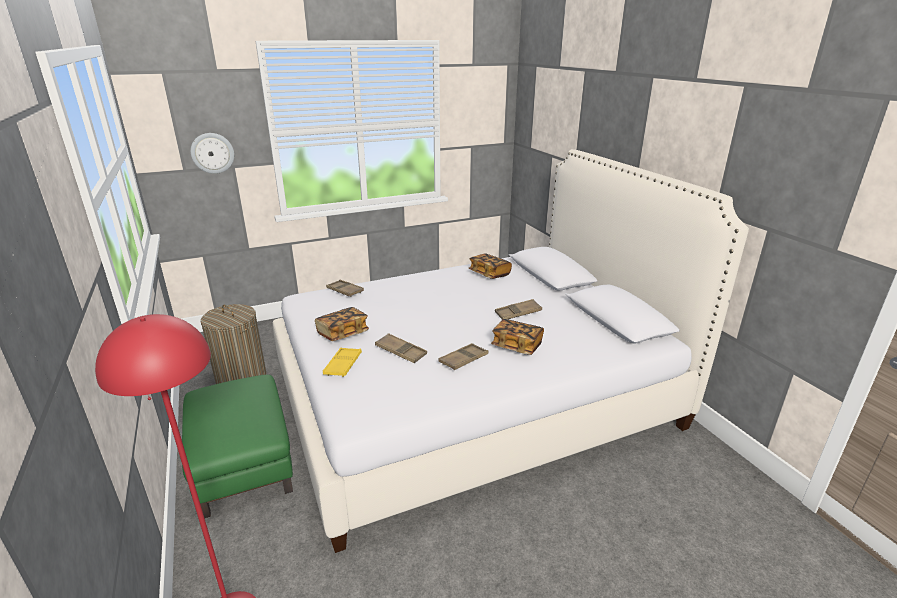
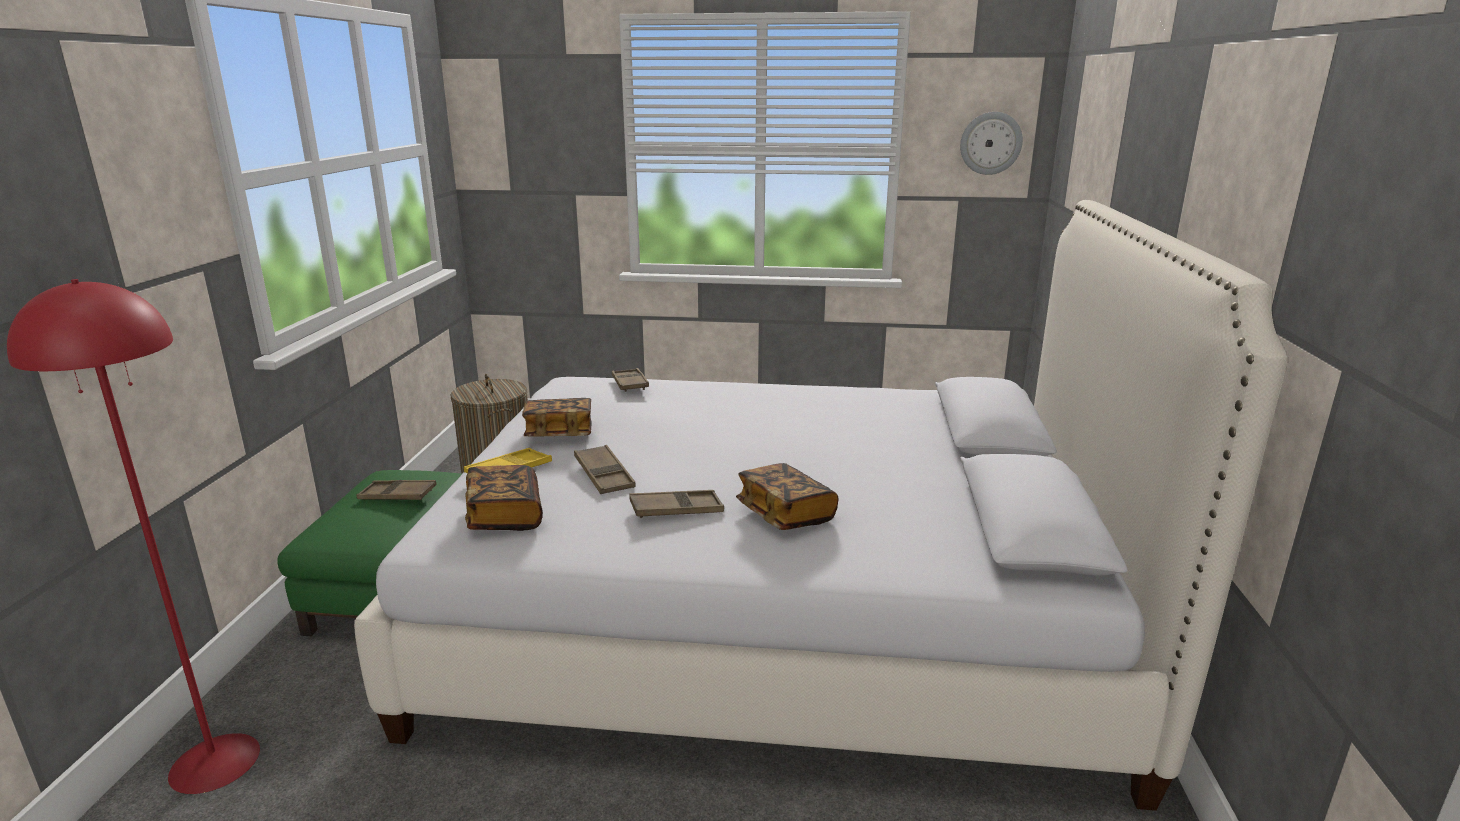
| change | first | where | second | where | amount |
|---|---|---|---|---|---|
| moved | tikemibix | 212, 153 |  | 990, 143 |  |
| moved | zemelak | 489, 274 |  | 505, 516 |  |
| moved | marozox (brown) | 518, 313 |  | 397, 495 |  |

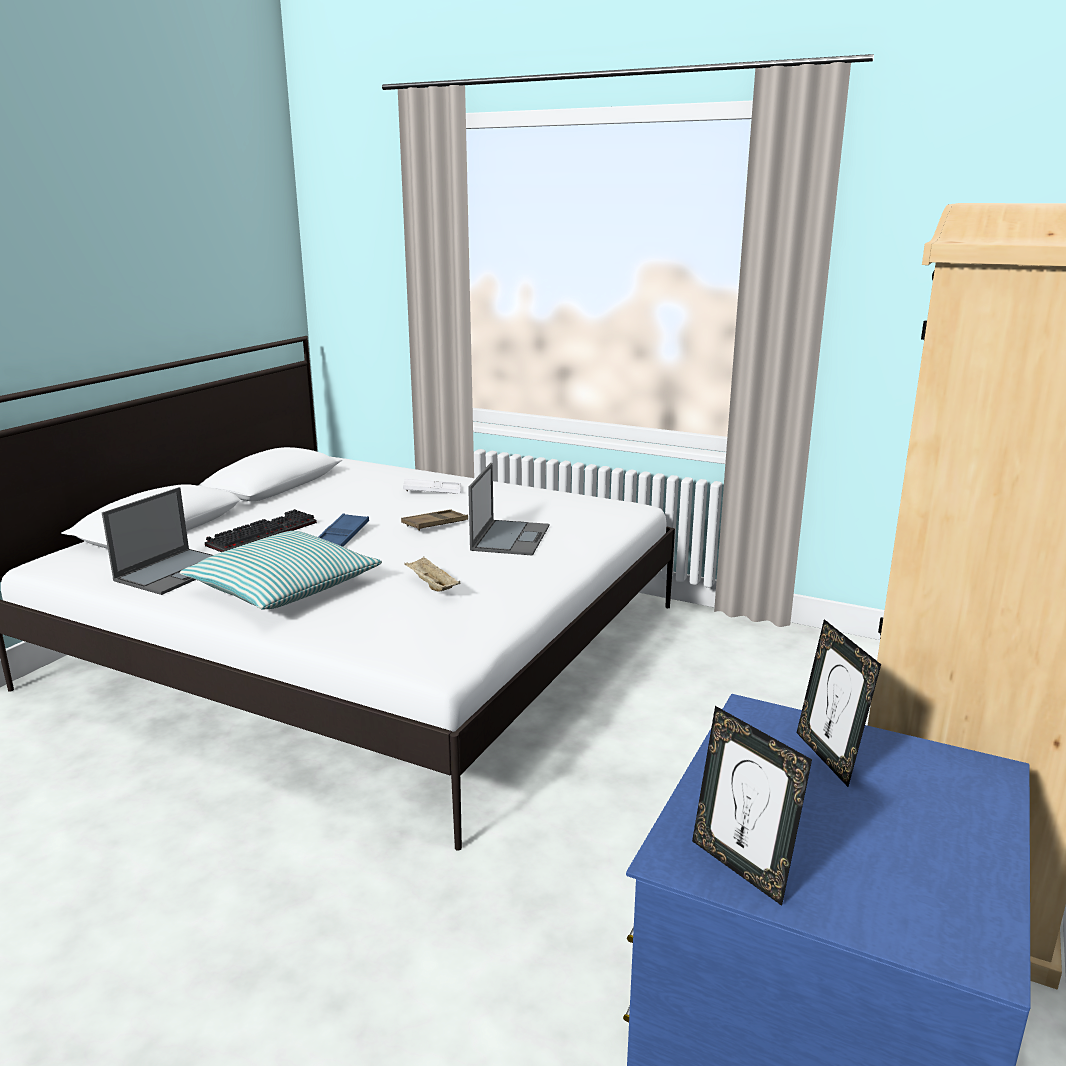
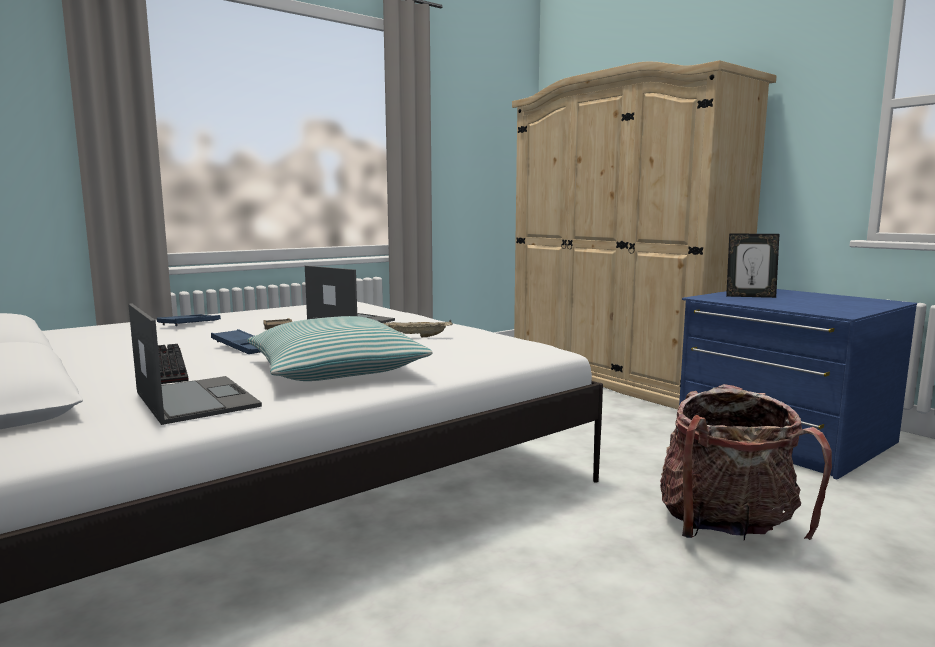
| change | first | where | second | where | amount |
|---|---|---|---|---|---|
| removed | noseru | 741, 867 |  |  |  |
| added |  |  | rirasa | 726, 527 |  |
| recoloured | marozox (white) | 432, 491 | marozox (blue) | 190, 324 |  |

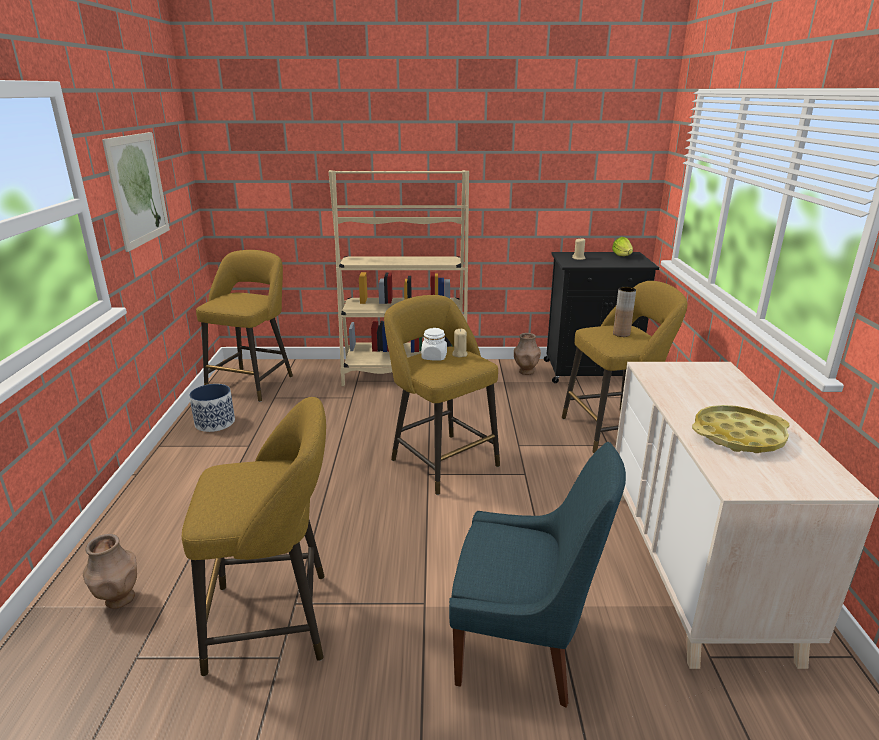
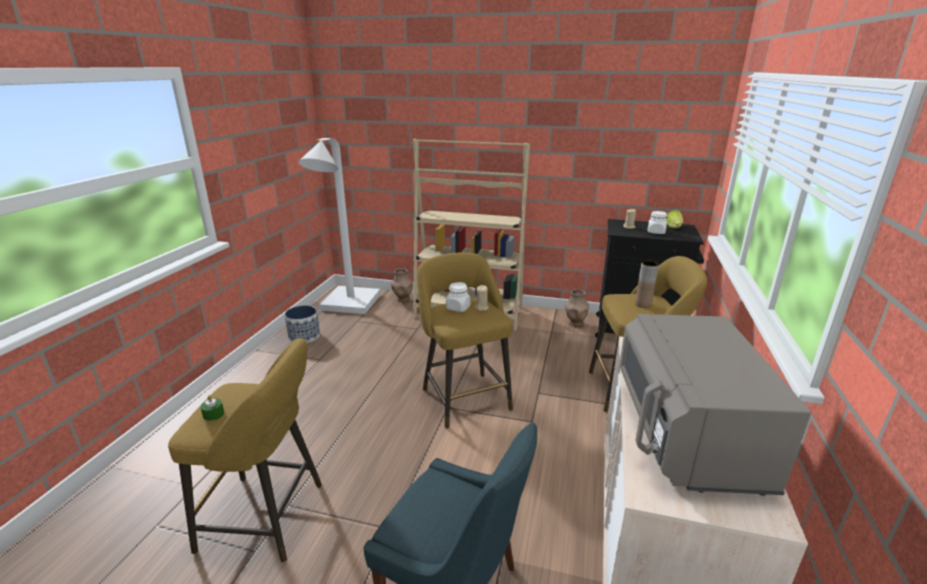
| change | first | where | second | where | amount |
|---|---|---|---|---|---|
| removed | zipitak | 138, 189 |  |  |  |
| added |  |  | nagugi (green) | 213, 414 |  |
| added |  |  | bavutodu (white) | 656, 232 |  |
| moved | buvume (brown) | 119, 599 |  | 403, 299 |  |
| replaced | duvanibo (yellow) | 253, 382 | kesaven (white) | 347, 306 |  |
| replaced | marozox (yellow) | 738, 436 | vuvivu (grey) | 685, 435 |  |

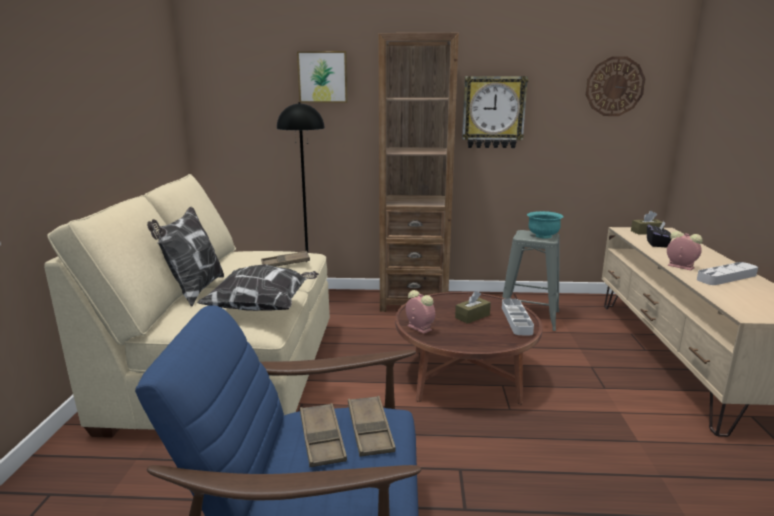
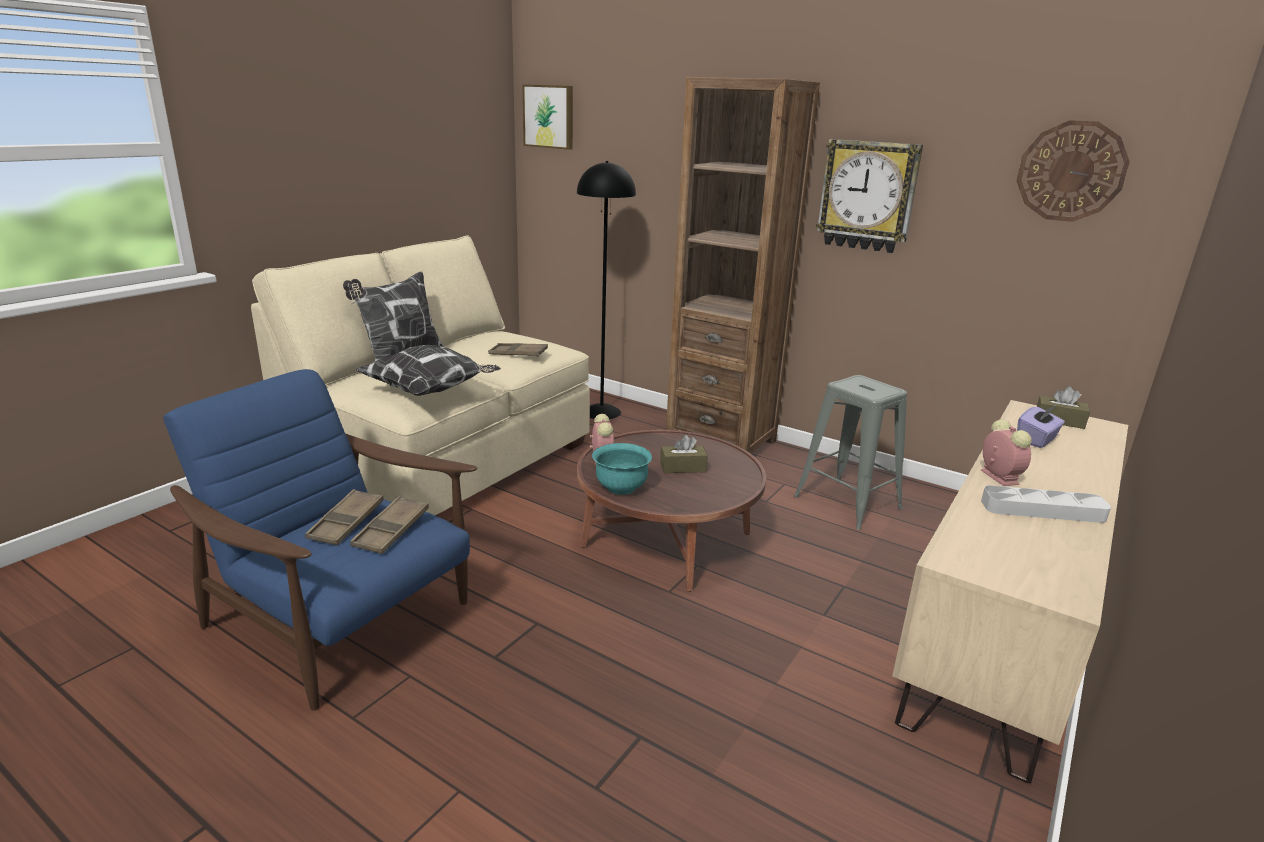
| change | first | where | second | where | amount |
|---|---|---|---|---|---|
| removed | marozox (grey) | 516, 320 |  |  |  |
| moved | zipitak | 323, 77 |  | 549, 116 |  |
| moved | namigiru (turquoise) | 543, 236 |  | 621, 488 |  |
| recoloured | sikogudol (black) | 657, 244 | sikogudol (purple) | 1036, 440 |  |

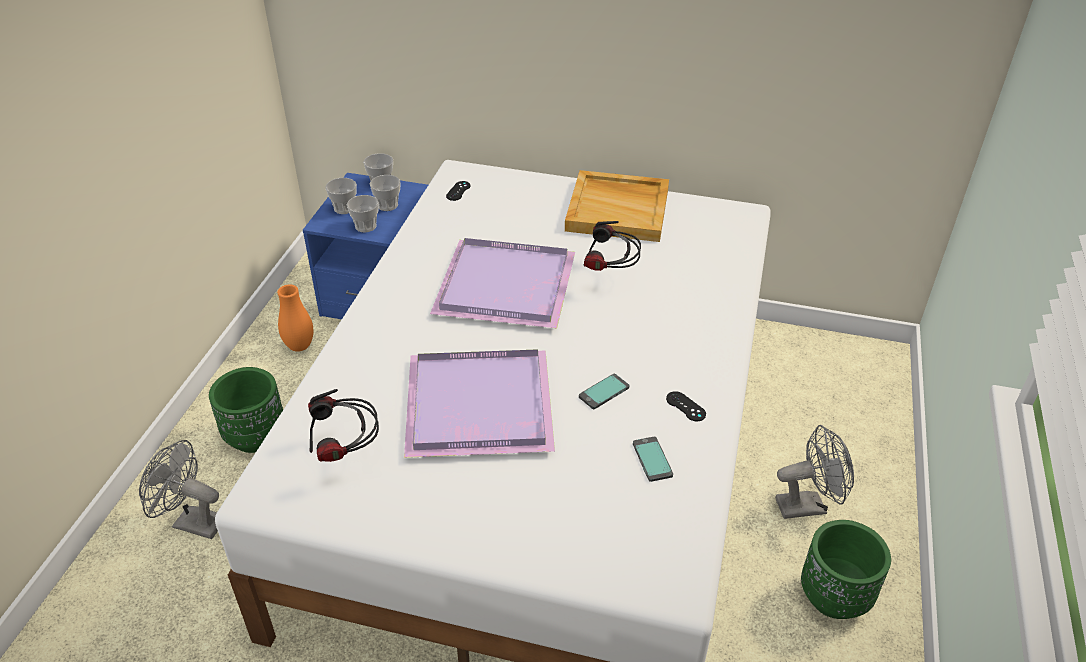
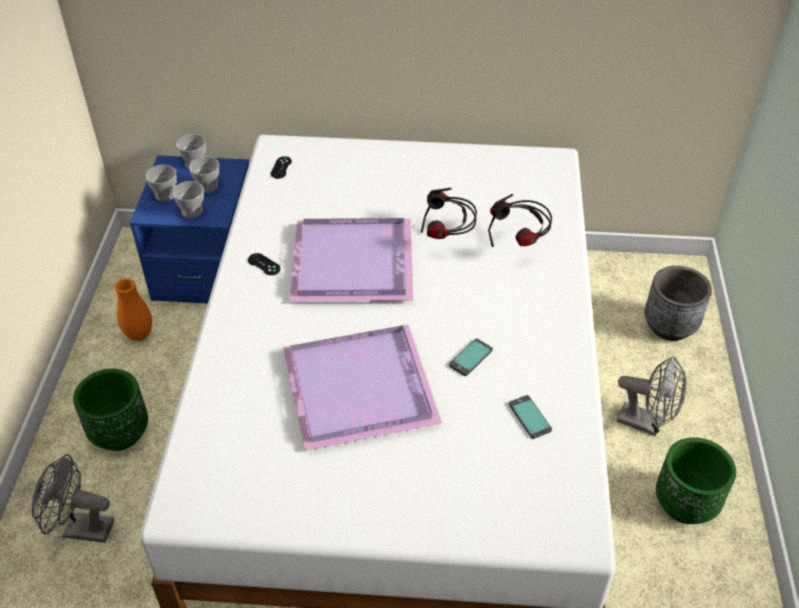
| change | first | where | second | where | amount |
|---|---|---|---|---|---|
| removed | marozox (beige) | 618, 209 |  |  |  |
| added |  |  | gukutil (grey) | 669, 326 |  |
| moved | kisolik | 347, 454 |  | 520, 244 |  |
| moved | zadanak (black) | 685, 406 |  | 264, 264 |  |
| turned | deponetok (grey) | 808, 505 |  | 646, 423 | 45 degrees clockwise |

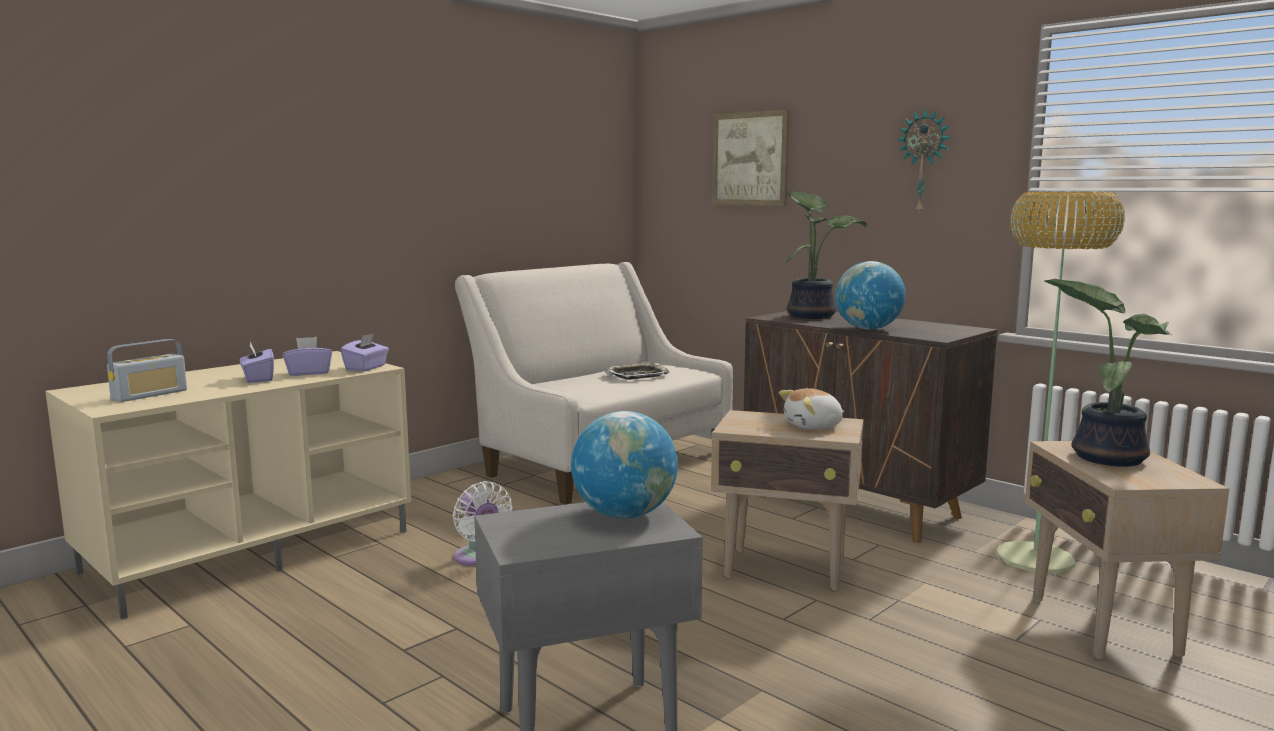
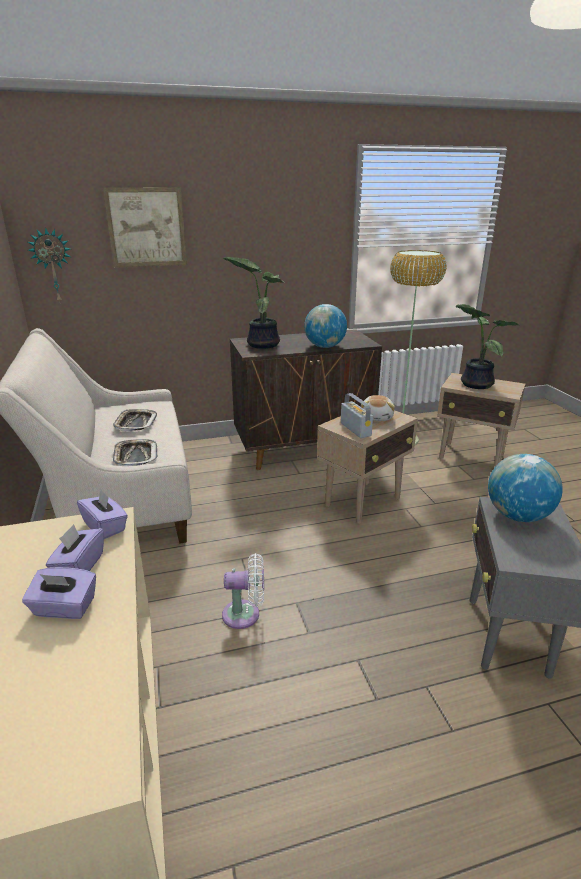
| change | first | where | second | where | amount |
|---|---|---|---|---|---|
| added |  |  | marozox | 135, 456 |  |
| moved | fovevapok | 150, 395 |  | 355, 429 |  |
| moved | tikemibix | 924, 162 |  | 53, 266 |  |

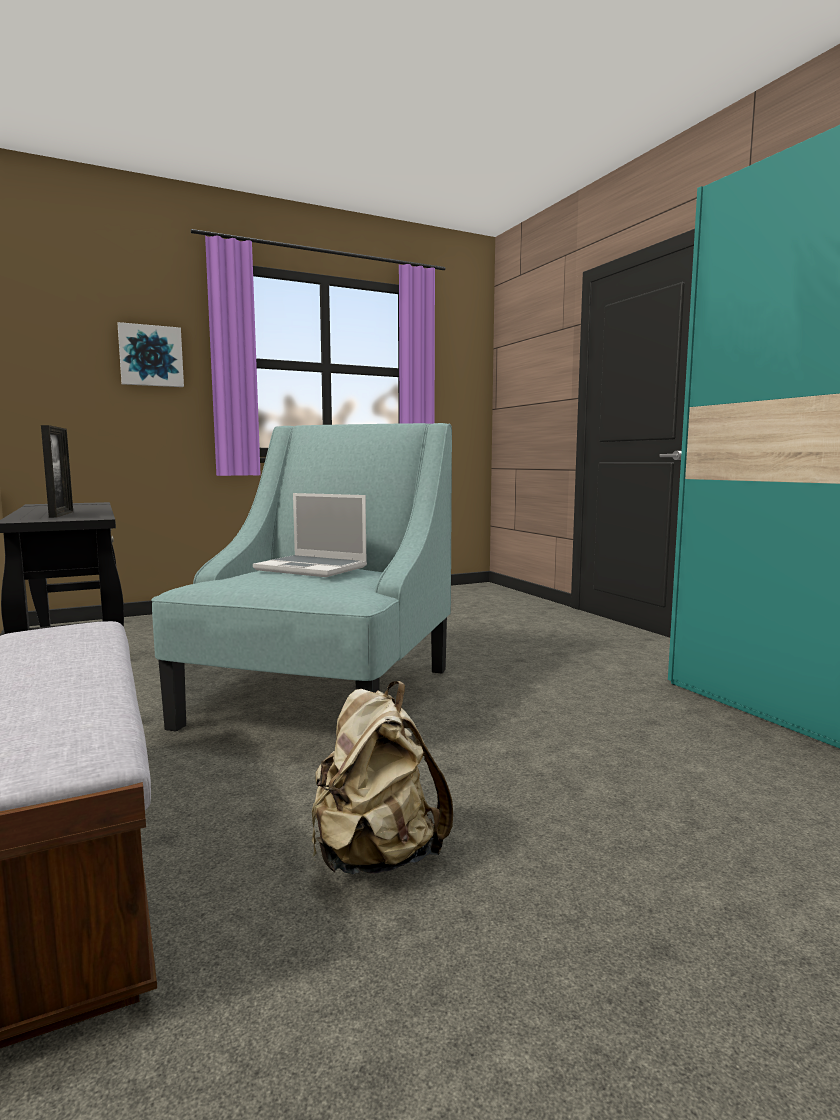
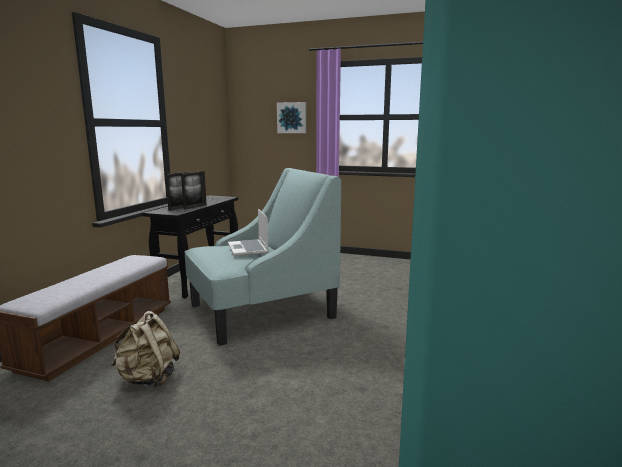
| change | first | where | second | where | amount |
|---|---|---|---|---|---|
| added |  |  | noseru | 195, 207 |  |

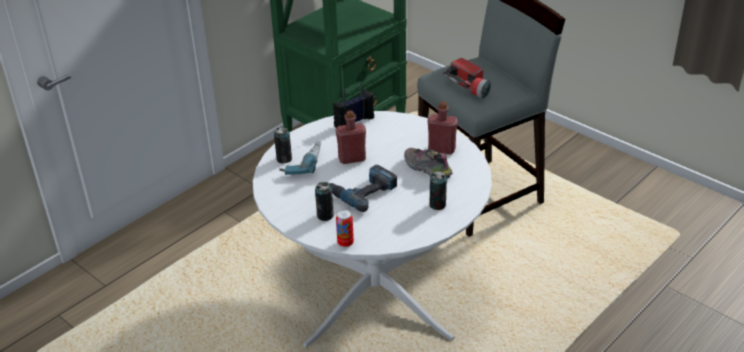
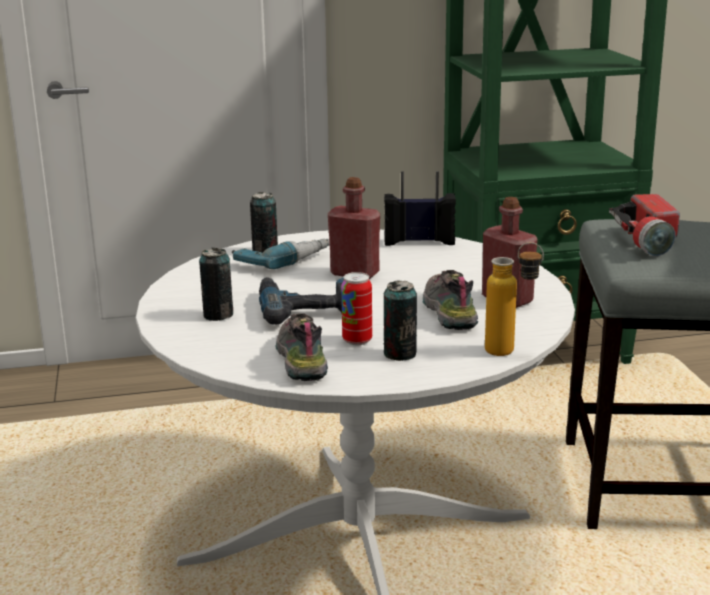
| change | first | where | second | where | amount |
|---|---|---|---|---|---|
| added |  |  | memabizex | 300, 359 |  |
| added |  |  | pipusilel | 511, 352 |  |
| moved | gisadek | 345, 243 |  | 357, 340 |  |

